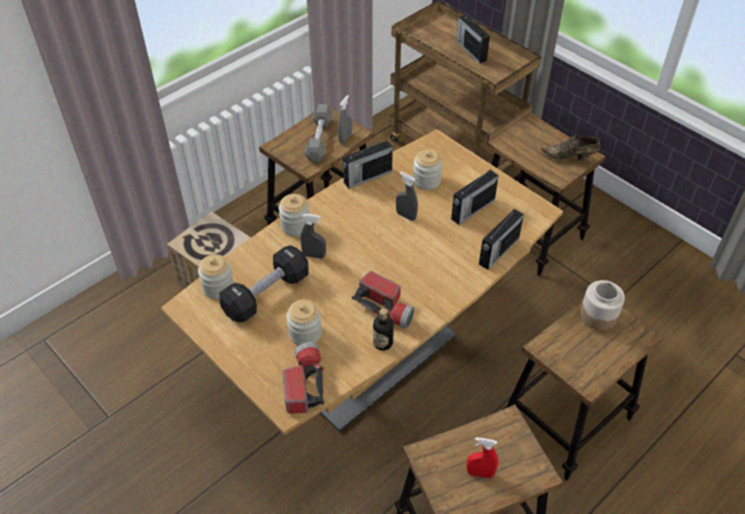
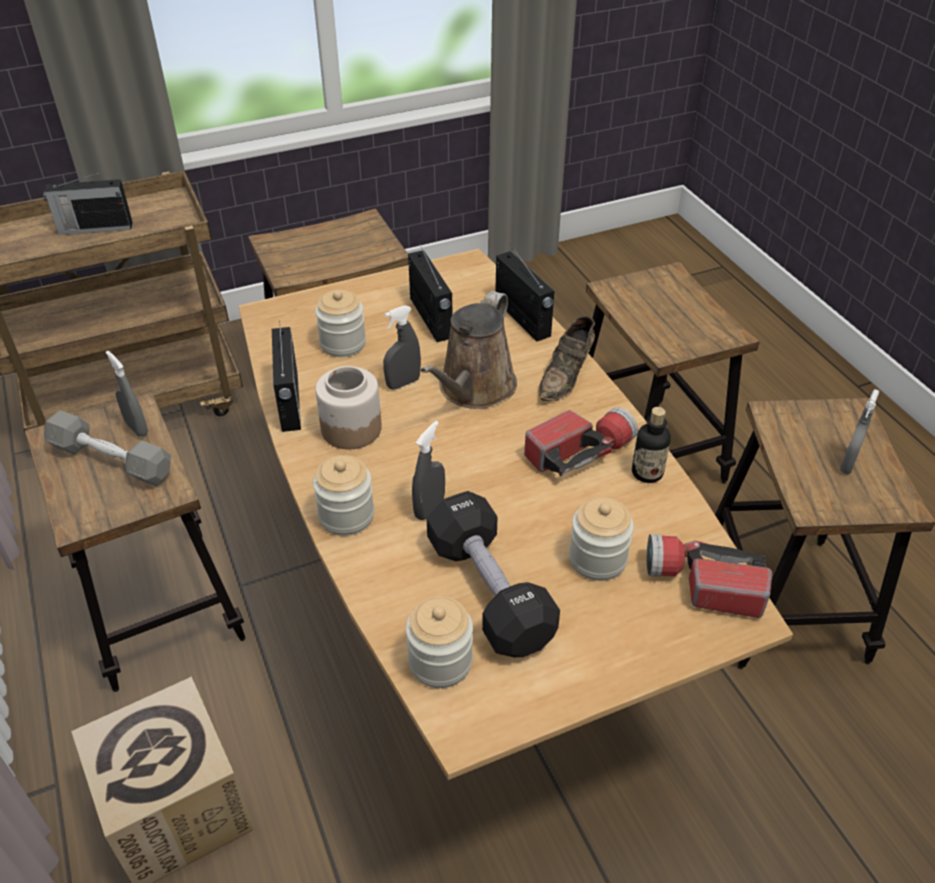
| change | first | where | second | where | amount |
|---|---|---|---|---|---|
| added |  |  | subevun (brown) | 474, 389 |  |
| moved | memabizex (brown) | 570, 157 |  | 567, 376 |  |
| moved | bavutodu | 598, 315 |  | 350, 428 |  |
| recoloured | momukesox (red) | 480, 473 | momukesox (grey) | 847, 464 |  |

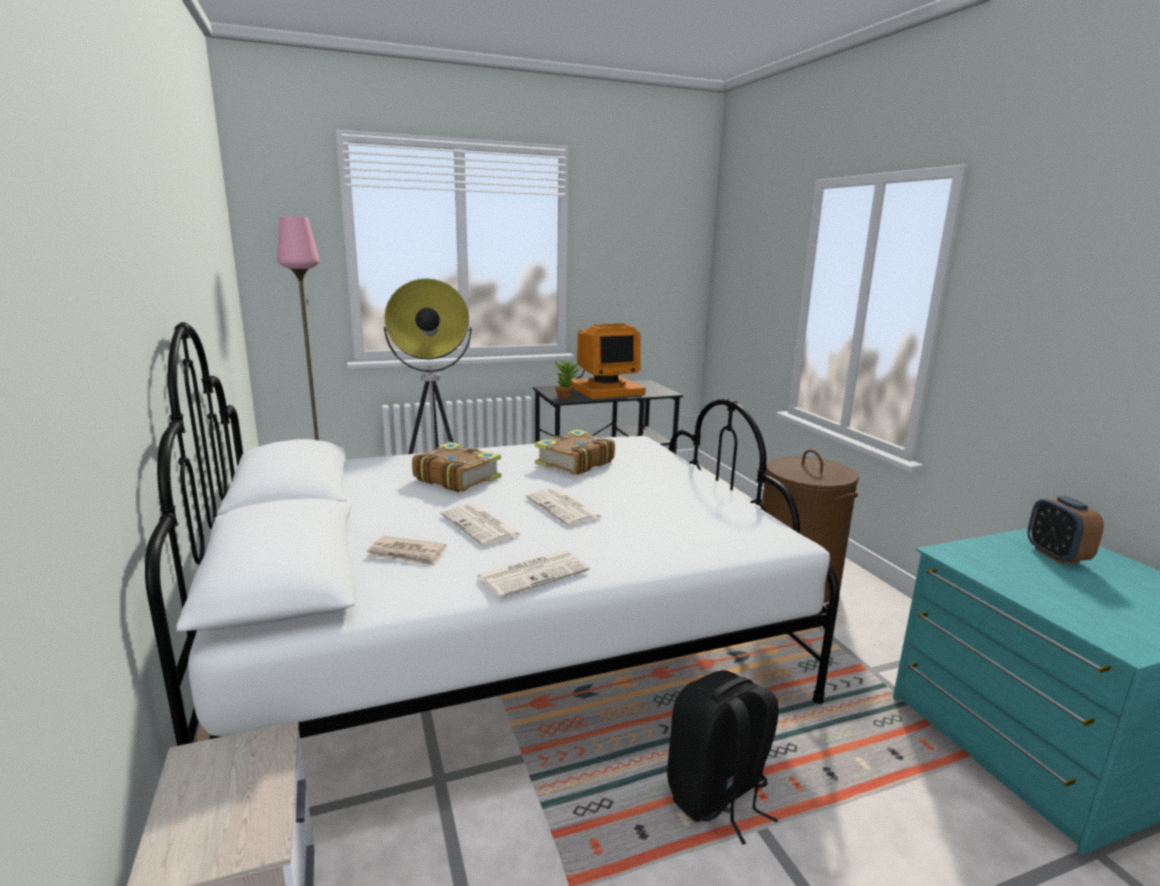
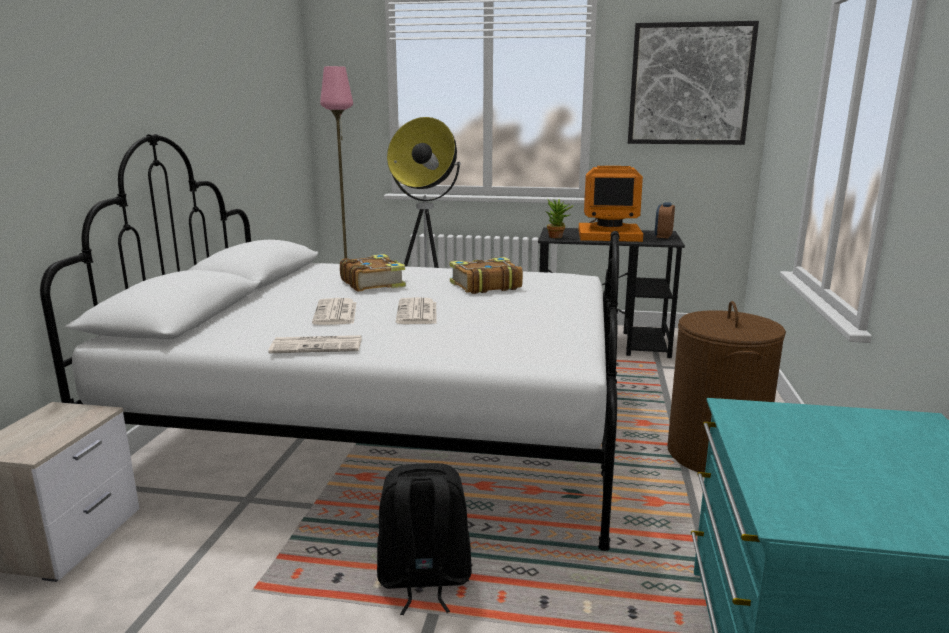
| change | first | where | second | where | amount |
|---|---|---|---|---|---|
| removed | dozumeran | 407, 554 |  |  |  |
| added |  |  | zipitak | 690, 84 |  |
| moved | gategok | 1056, 555 |  | 663, 236 |  |

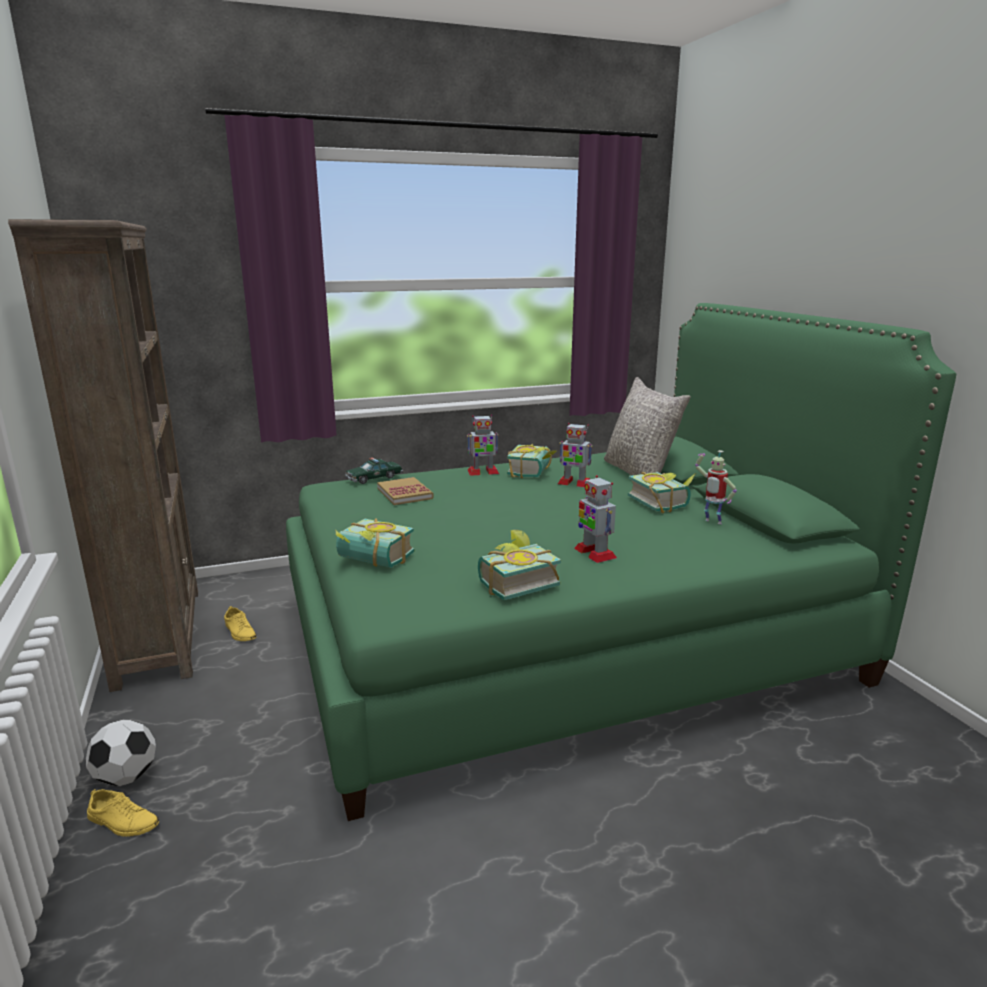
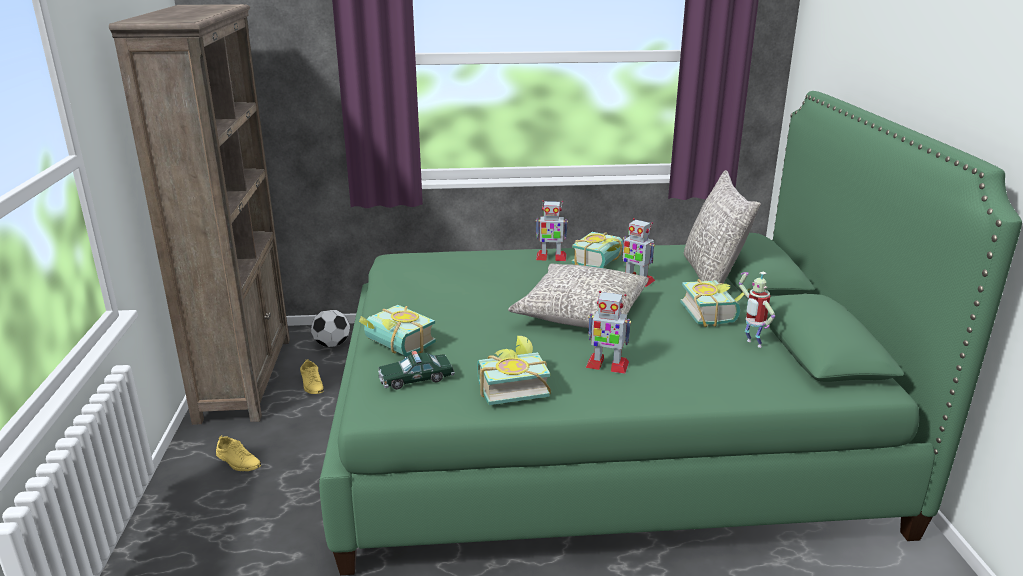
| change | first | where | second | where | amount |
|---|---|---|---|---|---|
| removed | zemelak | 405, 493 |  |  |  |
| added |  |  | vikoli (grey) | 581, 312 |  |
| moved | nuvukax | 126, 777 |  | 332, 344 |  |
| moved | memabizex (yellow) | 123, 822 |  | 238, 461 |  |
| moved | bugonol | 374, 478 |  | 416, 379 |  |
| turned | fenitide | 594, 553 |  | 606, 365 | 60 degrees counterclockwise |

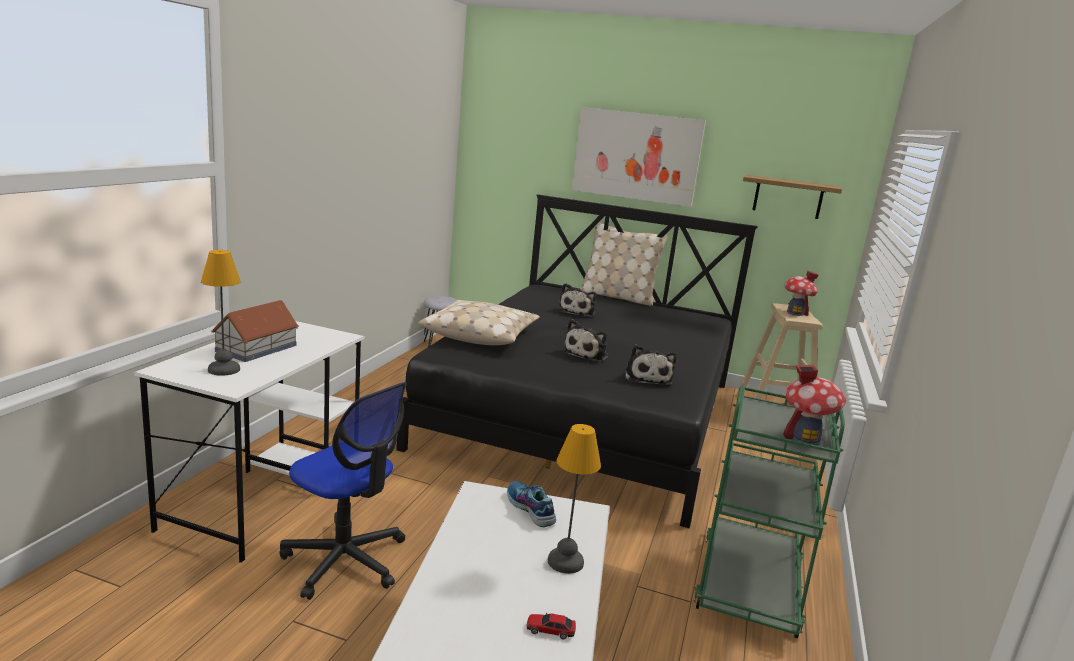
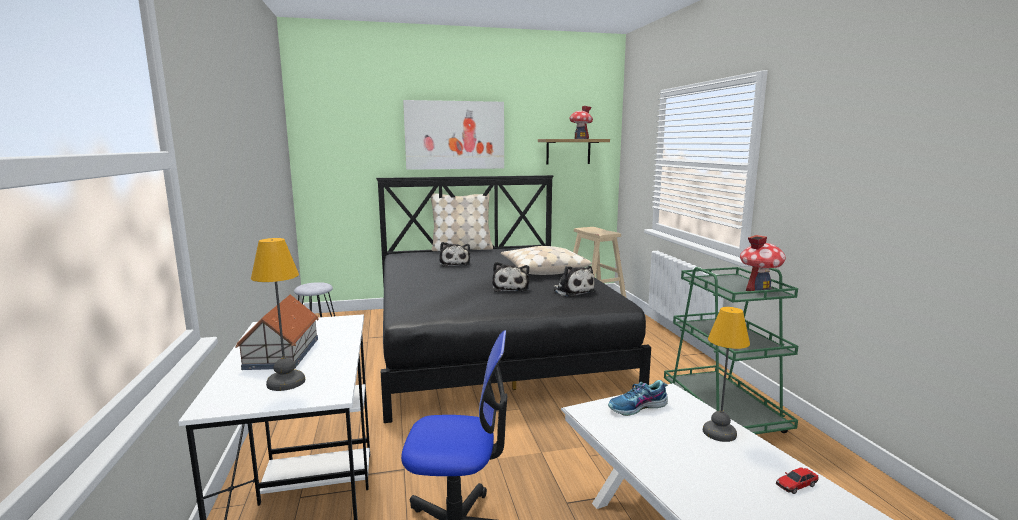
| change | first | where | second | where | amount |
|---|---|---|---|---|---|
| moved | vikoli (beige) | 480, 334 |  | 543, 269 |  |
| moved | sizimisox | 795, 313 |  | 580, 138 |  |
| turned | memabizex | 529, 509 |  | 637, 407 | 45 degrees counterclockwise |

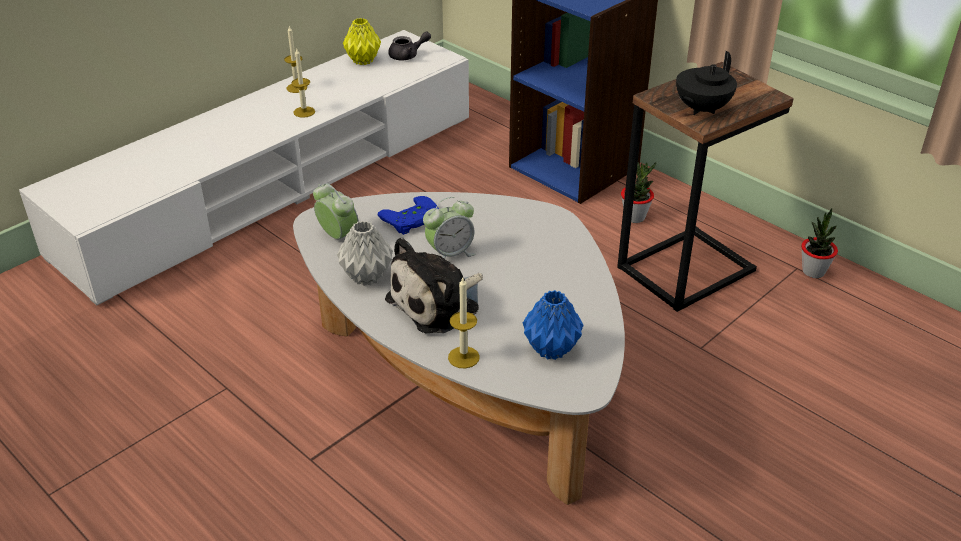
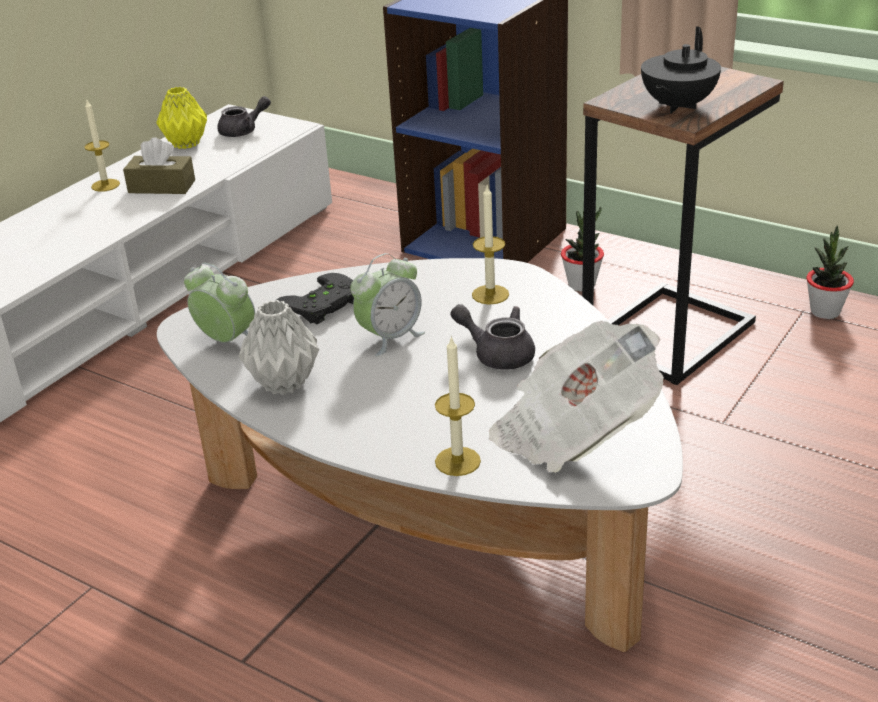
| change | first | where | second | where | amount |
|---|---|---|---|---|---|
| removed | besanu | 438, 303 |  |  |  |
| added |  |  | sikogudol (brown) | 162, 186 |  |
| added |  |  | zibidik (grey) | 497, 354 |  |
| moved | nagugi | 304, 112 |  | 490, 294 |  |
| replaced | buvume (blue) | 550, 349 | dozumeran | 573, 431 |  |
| recoloured | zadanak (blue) | 412, 220 | zadanak (black) | 323, 306 |  |

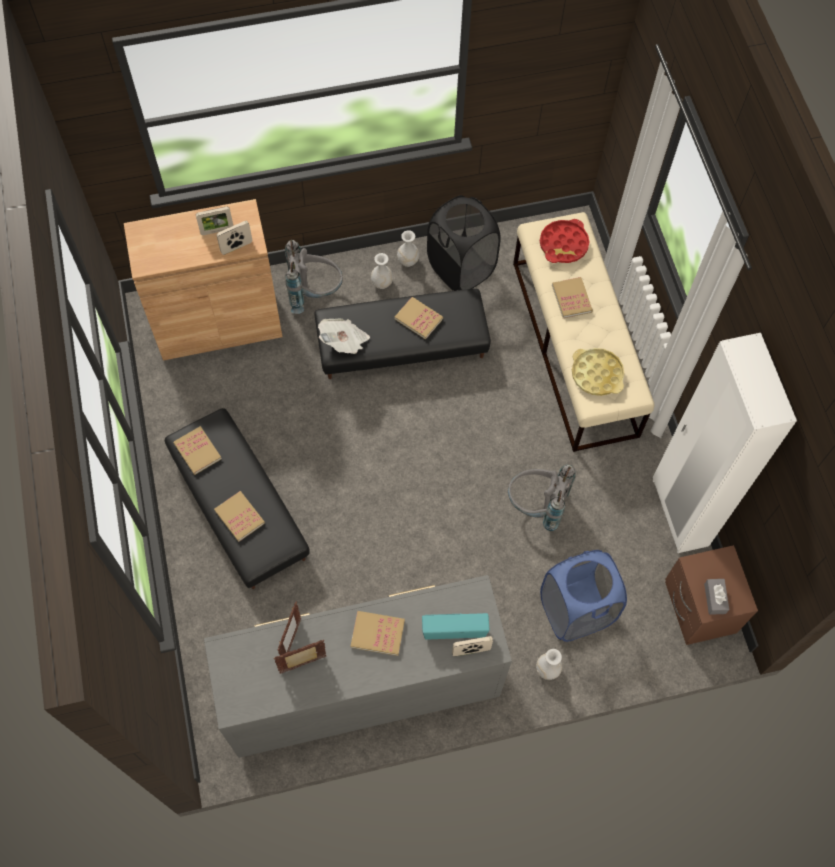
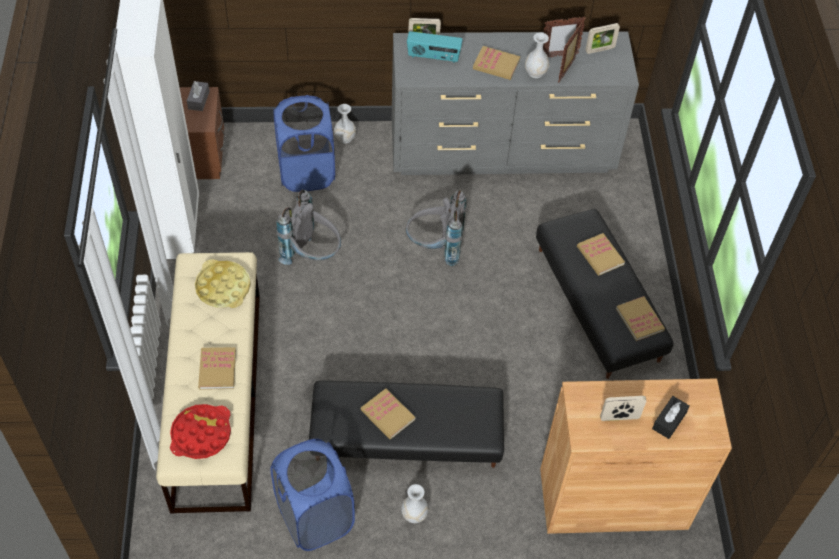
| change | first | where | second | where | amount |
|---|---|---|---|---|---|
| removed | dozumeran | 344, 342 |  |  |  |
| added |  |  | sikogudol (black) | 669, 421 |  |
| moved | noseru | 236, 247 |  | 600, 50 |  |
| moved | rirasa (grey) | 314, 293 |  | 435, 248 |  |
| moved | buvume (white) | 407, 261 |  | 536, 72 |  |
| recoloured | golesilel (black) | 461, 268 | golesilel (blue) | 314, 517 |  |

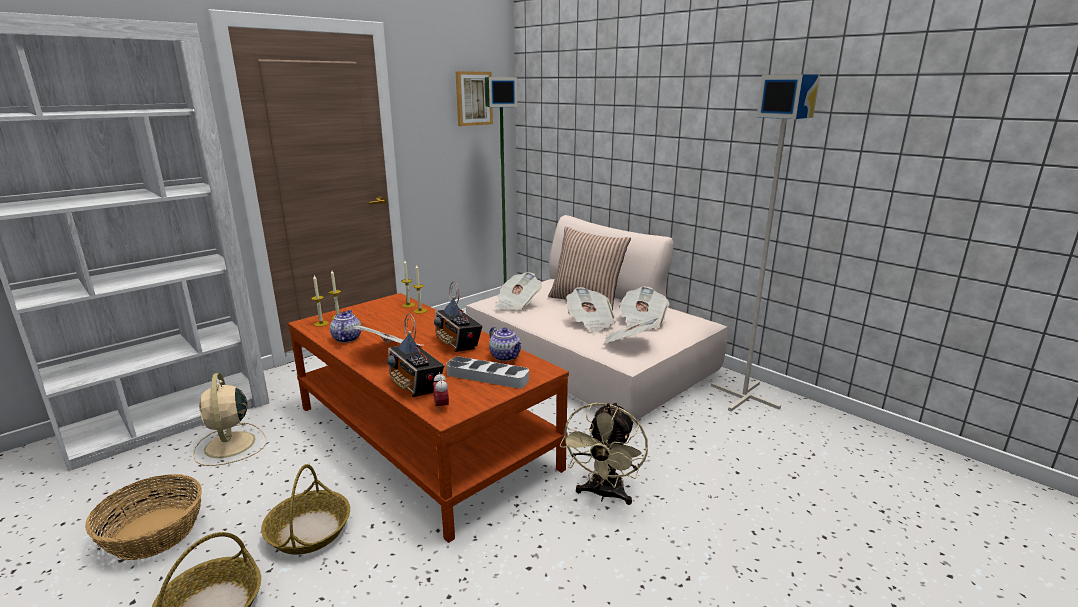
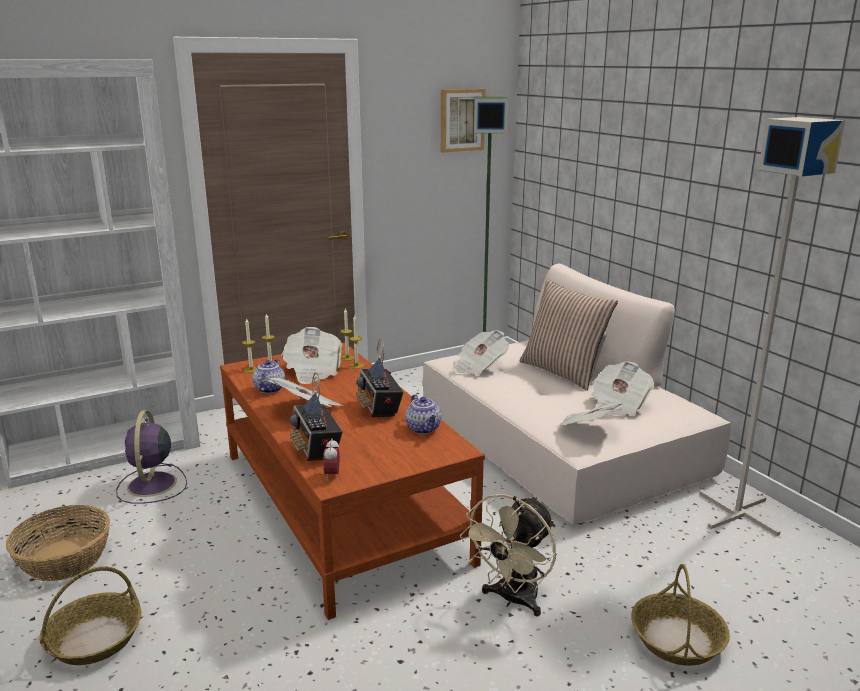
| change | first | where | second | where | amount |
|---|---|---|---|---|---|
| removed | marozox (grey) | 487, 376 |  |  |  |
| moved | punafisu | 309, 530 |  | 676, 639 |  |
| moved | dozumeran | 590, 322 |  | 313, 371 |  |
| recoloured | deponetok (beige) | 230, 446 | deponetok (purple) | 151, 485 |  |

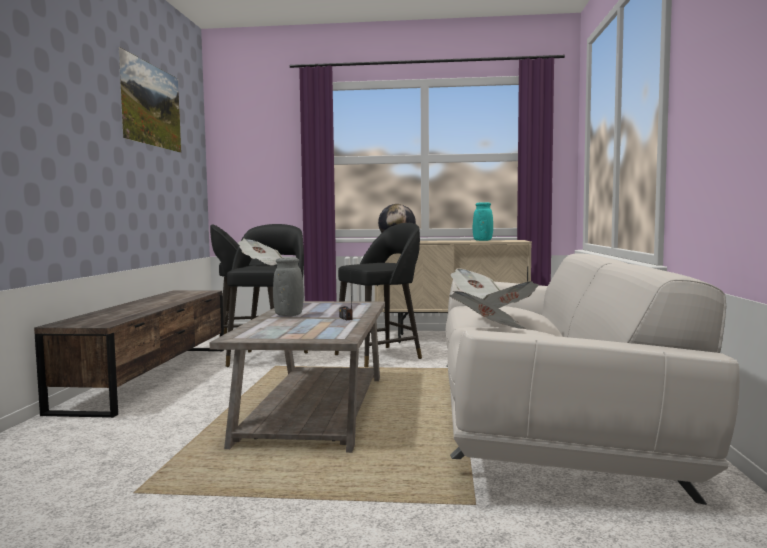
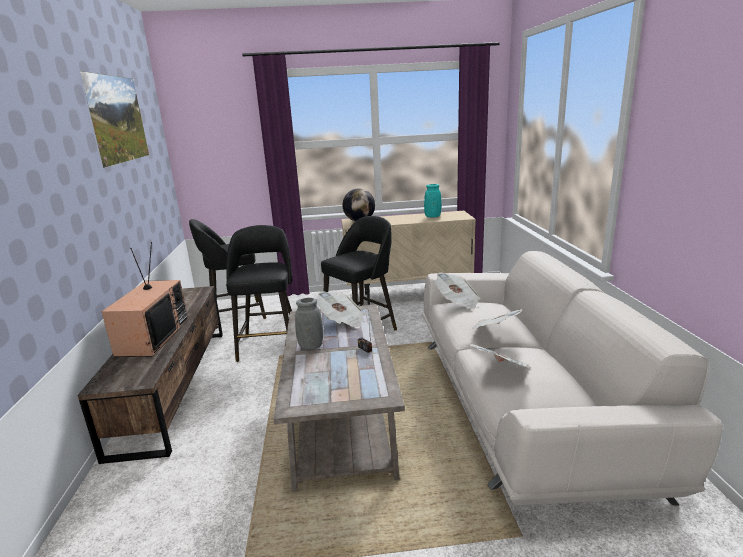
| change | first | where | second | where | amount |
|---|---|---|---|---|---|
| added |  |  | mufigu | 152, 336 |  |
| moved | dozumeran | 261, 264 |  | 342, 321 |  |

